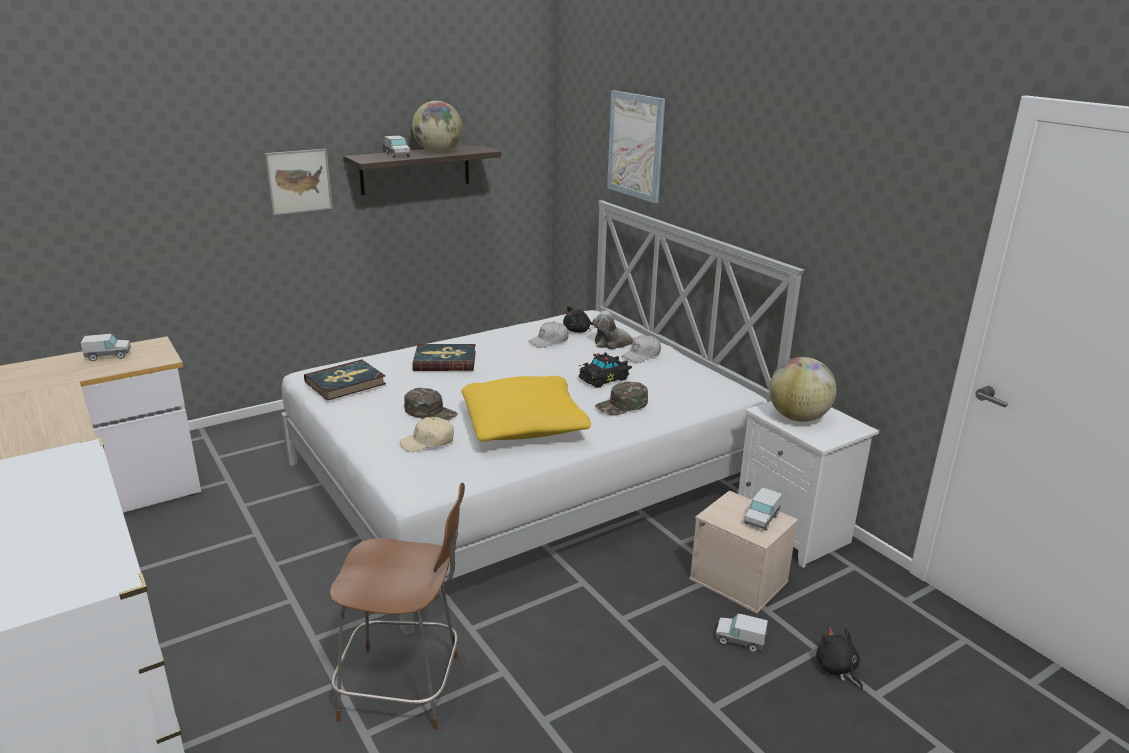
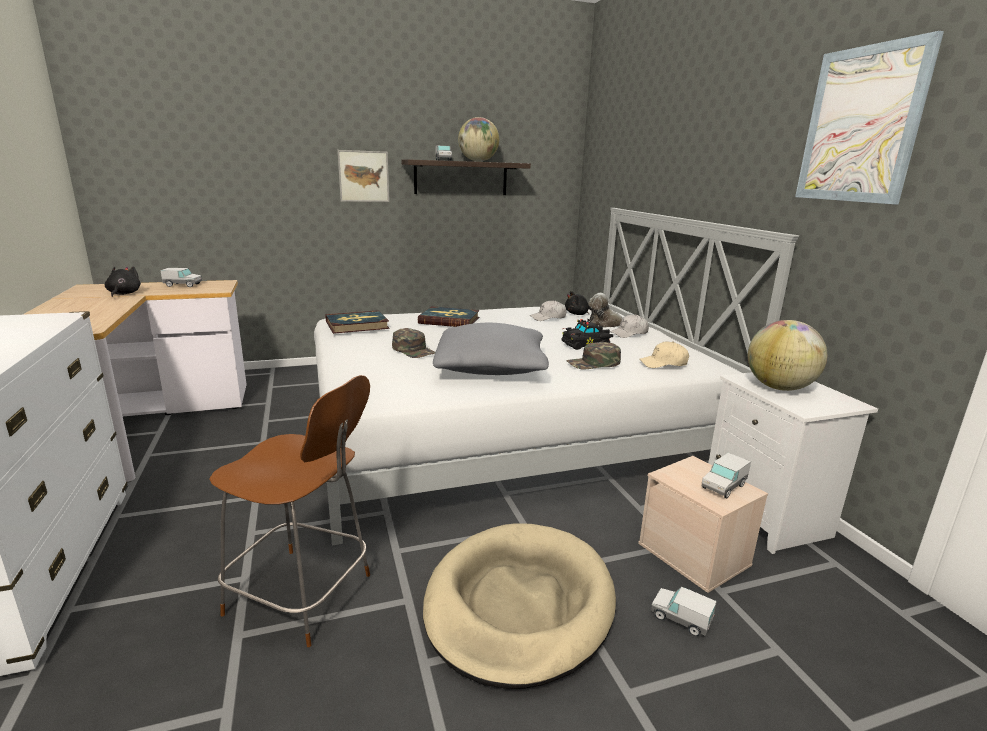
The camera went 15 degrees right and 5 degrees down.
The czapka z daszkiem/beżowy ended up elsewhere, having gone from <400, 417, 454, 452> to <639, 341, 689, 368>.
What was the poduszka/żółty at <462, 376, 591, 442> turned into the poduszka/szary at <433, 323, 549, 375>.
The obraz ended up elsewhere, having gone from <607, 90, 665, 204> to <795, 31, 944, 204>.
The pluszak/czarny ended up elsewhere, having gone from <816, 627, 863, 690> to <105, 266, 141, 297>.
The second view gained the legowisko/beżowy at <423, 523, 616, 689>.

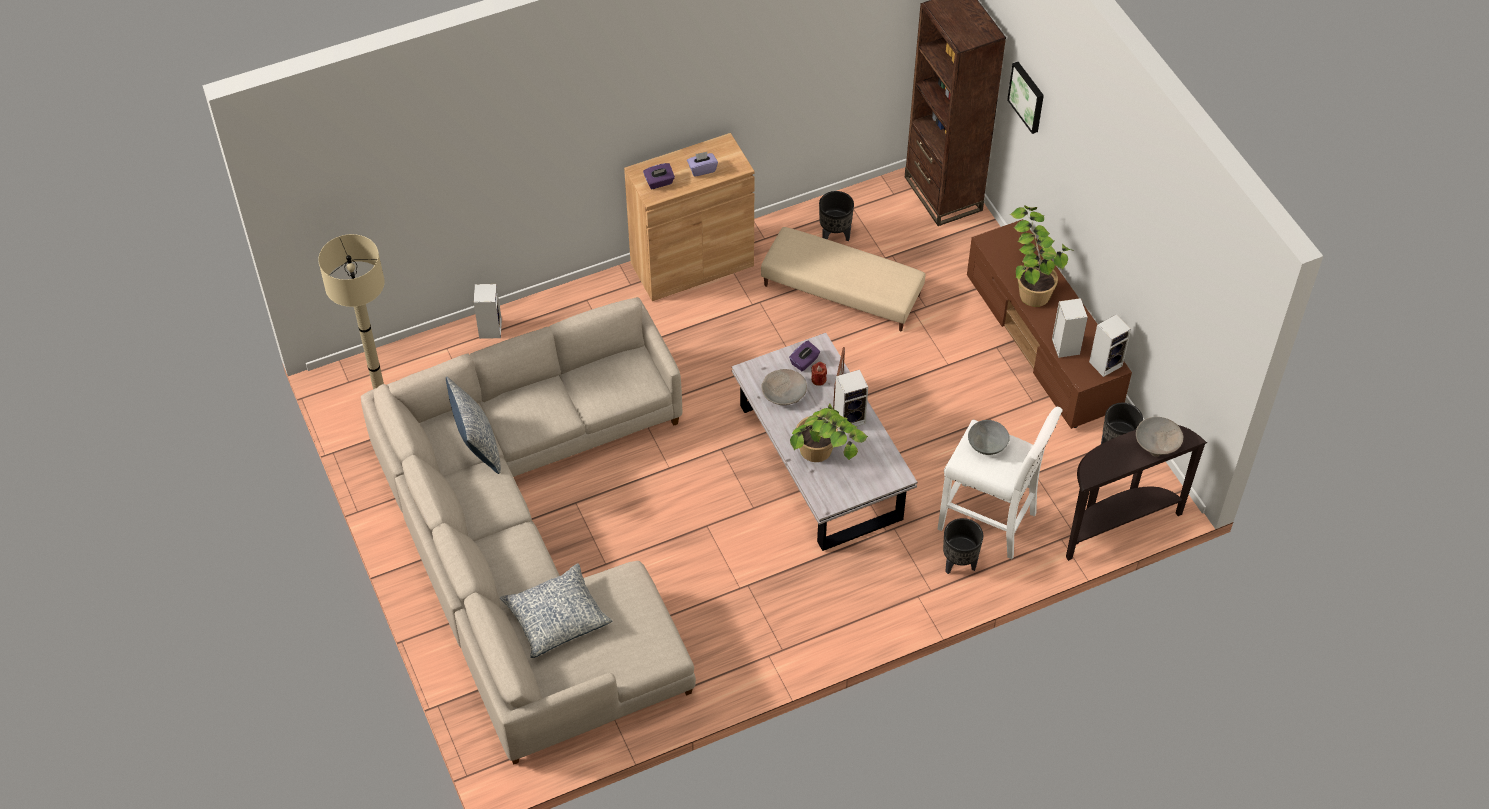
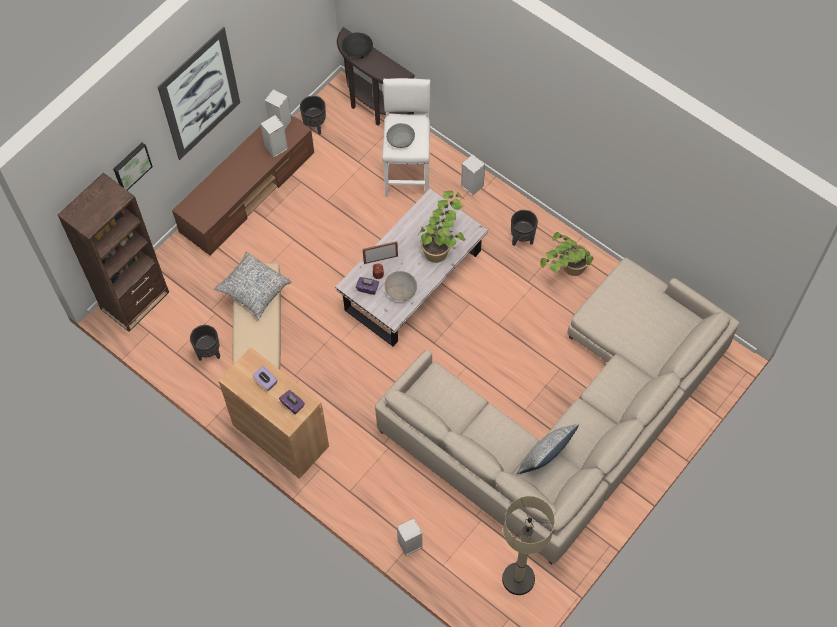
The camera went 115 degrees left and 10 degrees up.
The poduszka ended up elsewhere, having gone from <500, 563, 612, 658> to <214, 252, 292, 319>.
The głośnik ended up elsewhere, having gone from <834, 370, 868, 426> to <461, 154, 485, 195>.
The donica/czarny ended up elsewhere, having gone from <943, 518, 983, 574> to <511, 210, 538, 246>.
The roślina doniczkowa ended up elsewhere, having gone from <1009, 205, 1074, 307> to <540, 232, 593, 276>.
What was the miska/beżowy at <1136, 417, 1184, 457> turned into the miska/czarny at <342, 32, 373, 58>.
The second view gained the obraz at <157, 26, 240, 160>.

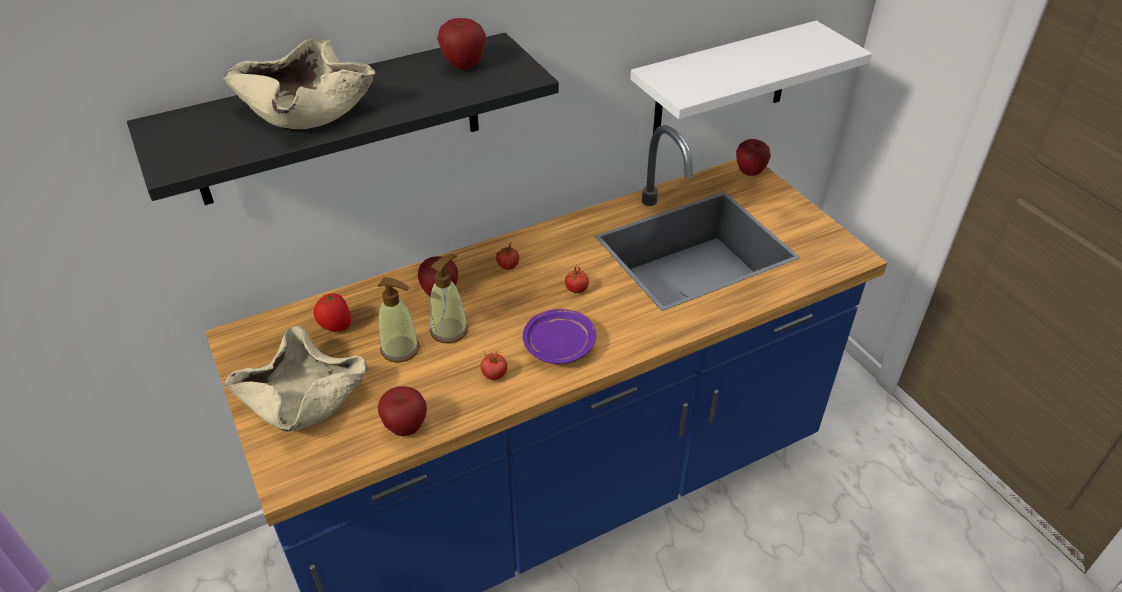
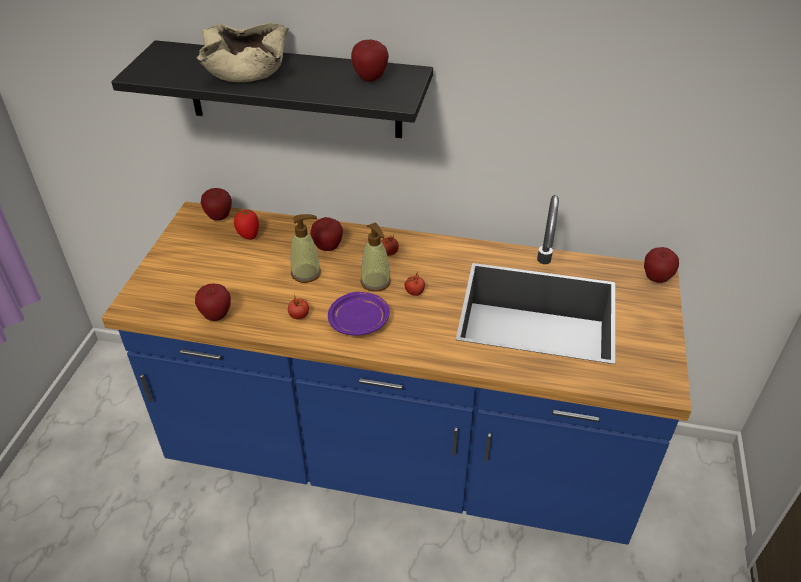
The camera went 40 degrees right and 0 degrees up.
The second view lost the miska/beżowy at <224, 326, 368, 432>.
The dozownik mydła ended up elsewhere, having gone from <378, 277, 420, 363> to <360, 223, 391, 292>.
The second view lost the półka/biały at <630, 21, 872, 133>.
The second view gained the jabłko at <201, 188, 232, 220>.

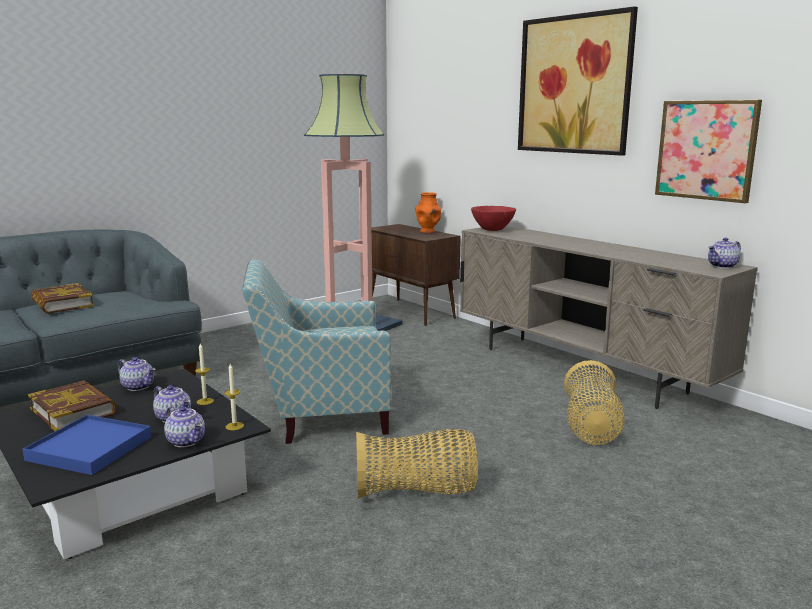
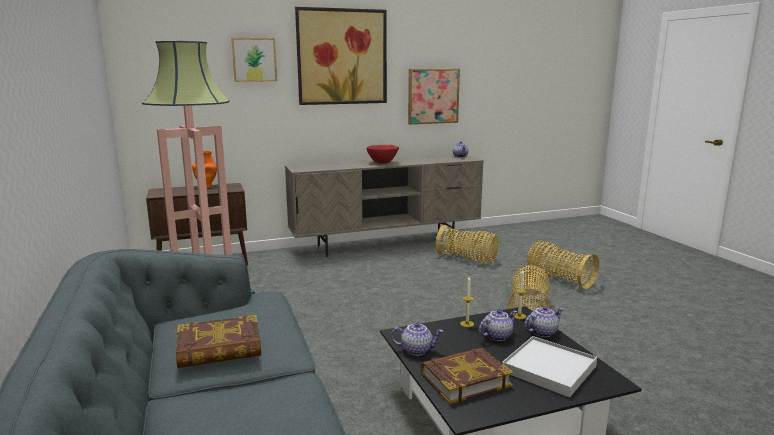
The camera went 70 degrees left and 0 degrees up.
What was the taca/niebieski at <22, 415, 151, 475> turned into the taca/biały at <502, 336, 597, 397>.
The imbryk at <117, 357, 156, 391> ended up facing another way, 45 degrees clockwise from before.
The second view lost the fotel at <242, 259, 391, 444>.
The miska/czerwony ended up elsewhere, having gone from <471, 206, 516, 231> to <366, 145, 399, 164>.
The second view gained the obraz at <231, 38, 277, 82>.
The second view gained the koszyk at <527, 241, 599, 289>.

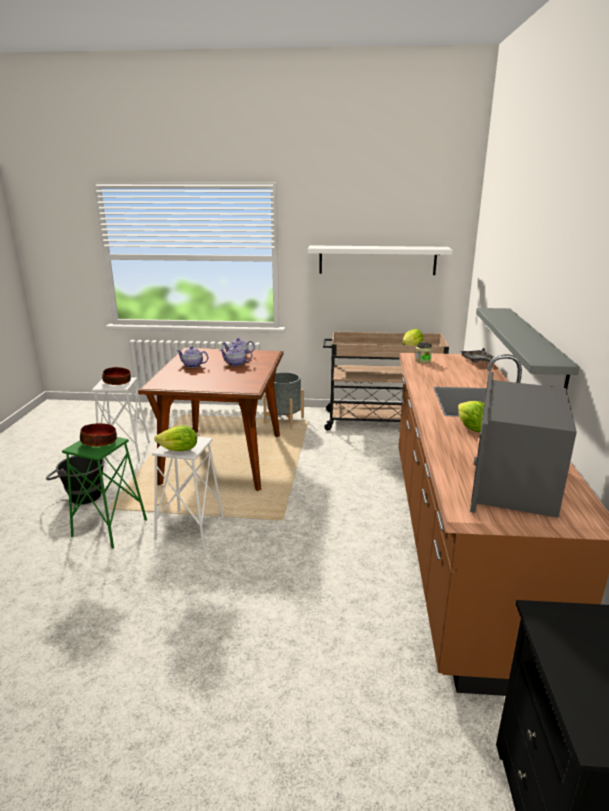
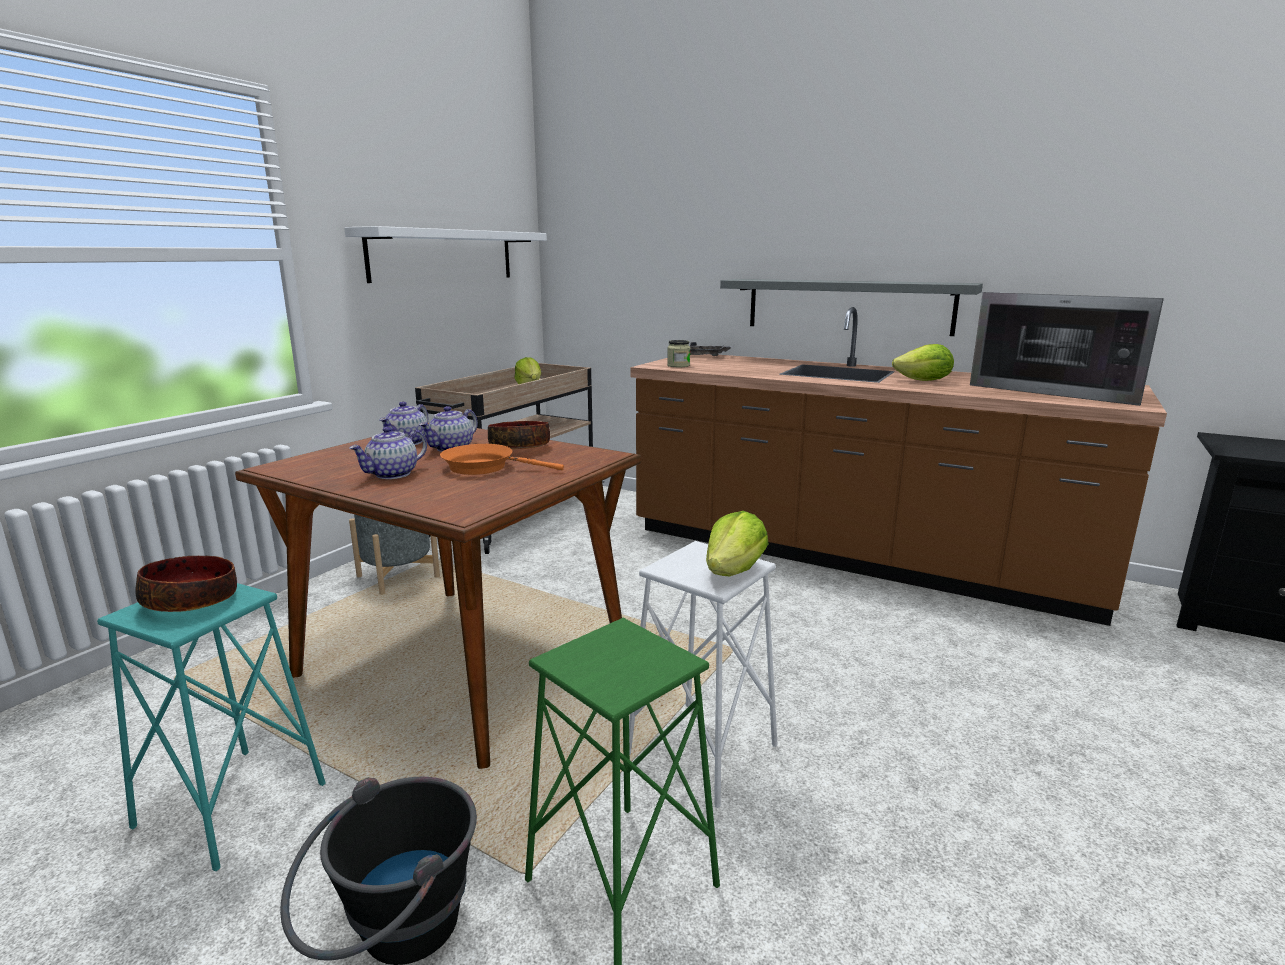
The camera went 65 degrees left and 5 degrees down.
The miska ended up elsewhere, having gone from <80, 423, 117, 447> to <488, 421, 550, 449>.
What was the stołek/biały at <92, 377, 150, 461> turned into the stołek/turkusowy at <97, 583, 325, 871>.
The second view gained the patelnia/pomarańczowy at <440, 444, 564, 475>.

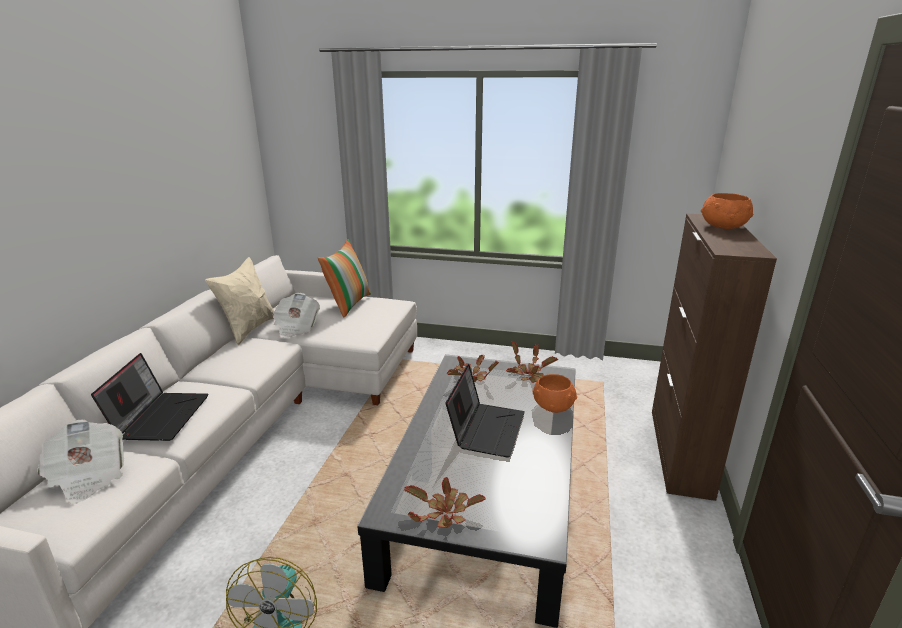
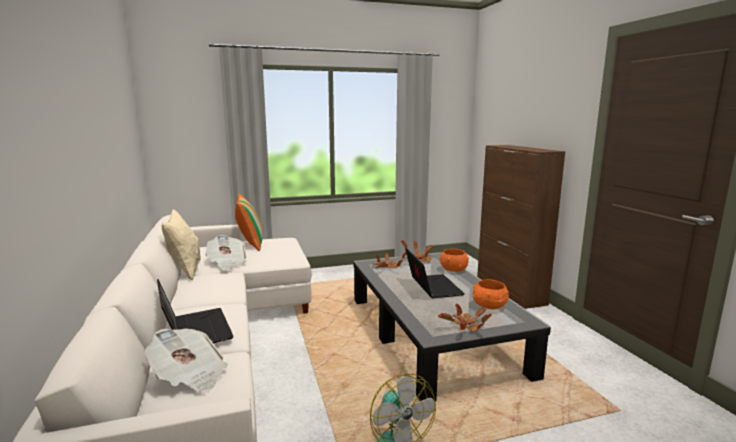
The camera went 30 degrees left and 10 degrees down.
The miska/pomarańczowy ended up elsewhere, having gone from <701, 193, 753, 229> to <473, 280, 509, 309>.

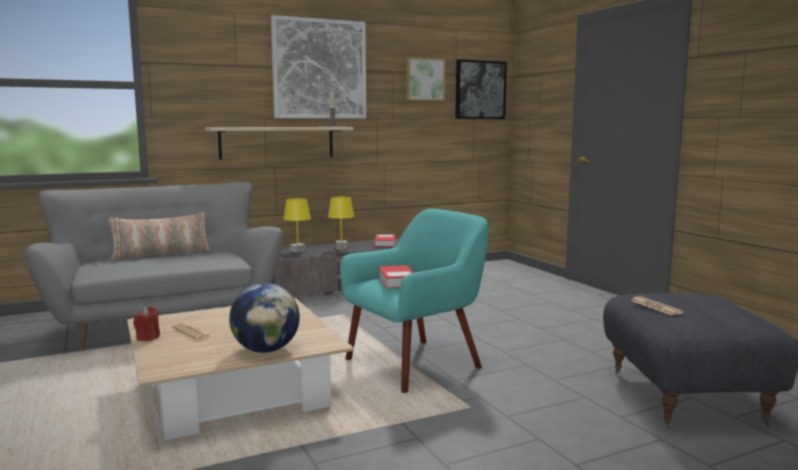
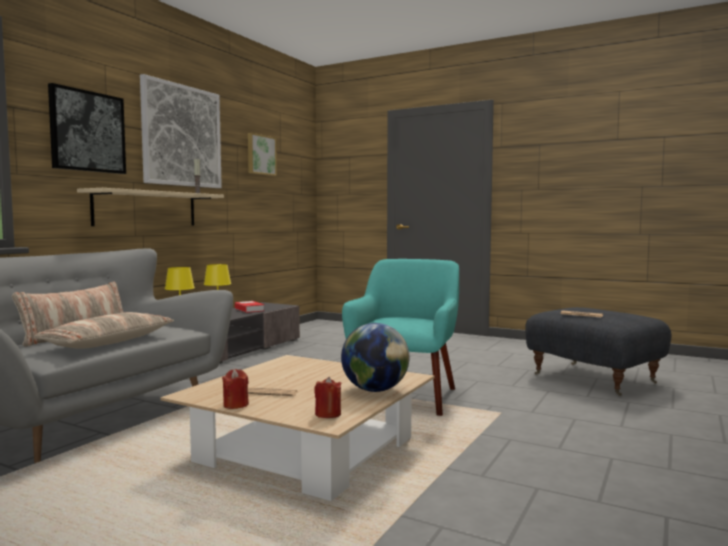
The camera went 35 degrees left and 5 degrees down.
The second view lost the książka at <379, 265, 414, 289>.
The obraz ended up elsewhere, having gone from <455, 59, 507, 119> to <48, 83, 126, 174>.
The second view gained the poduszka at <34, 312, 174, 349>.
The second view gained the świeca/czerwony at <314, 377, 342, 418>.

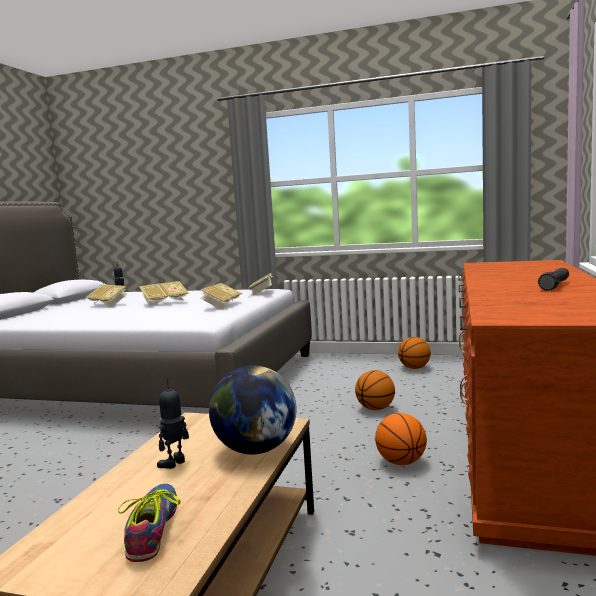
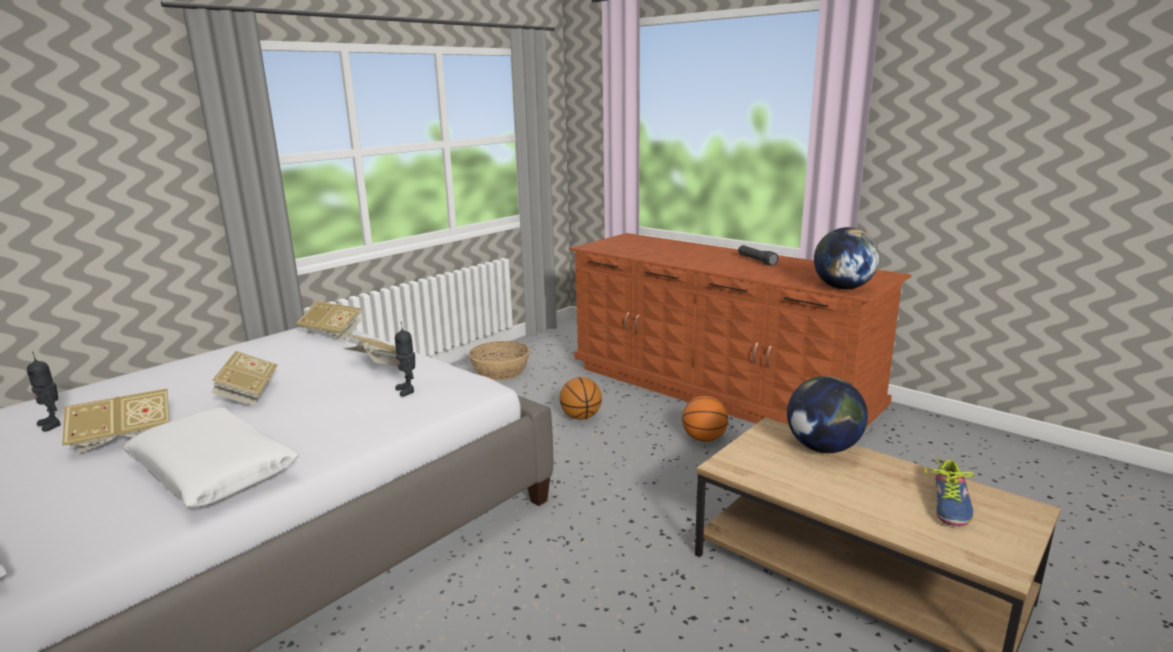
The camera went 65 degrees left and 10 degrees up.
The but at <118, 484, 181, 562> ended up facing another way, 90 degrees counterclockwise from before.
The robot zabawkowy ended up elsewhere, having gone from <157, 378, 189, 469> to <395, 322, 415, 397>.
Where the piłka do koszykówki stood at <398, 337, 431, 369>, the koszyk came to stand at <469, 341, 530, 381>.
The second view gained the poduszka/biały at <122, 407, 299, 508>.
The second view gained the globus at <814, 227, 880, 289>.

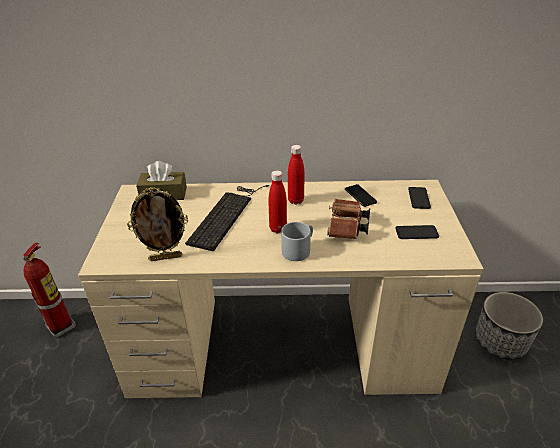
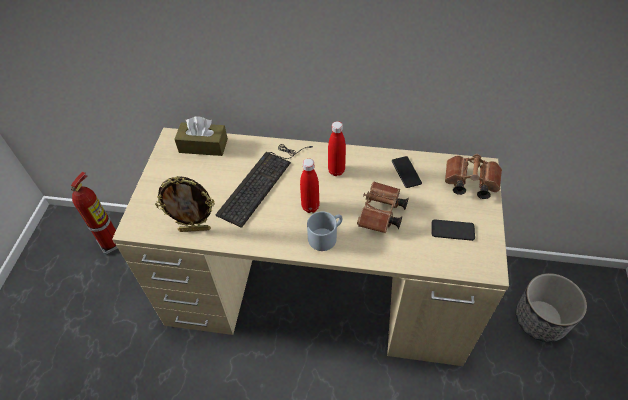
The camera went 10 degrees right and 15 degrees up.
Where the telefon stood at <408, 187, 431, 209>, the lornetka/brązowy came to stand at <445, 154, 502, 199>.

